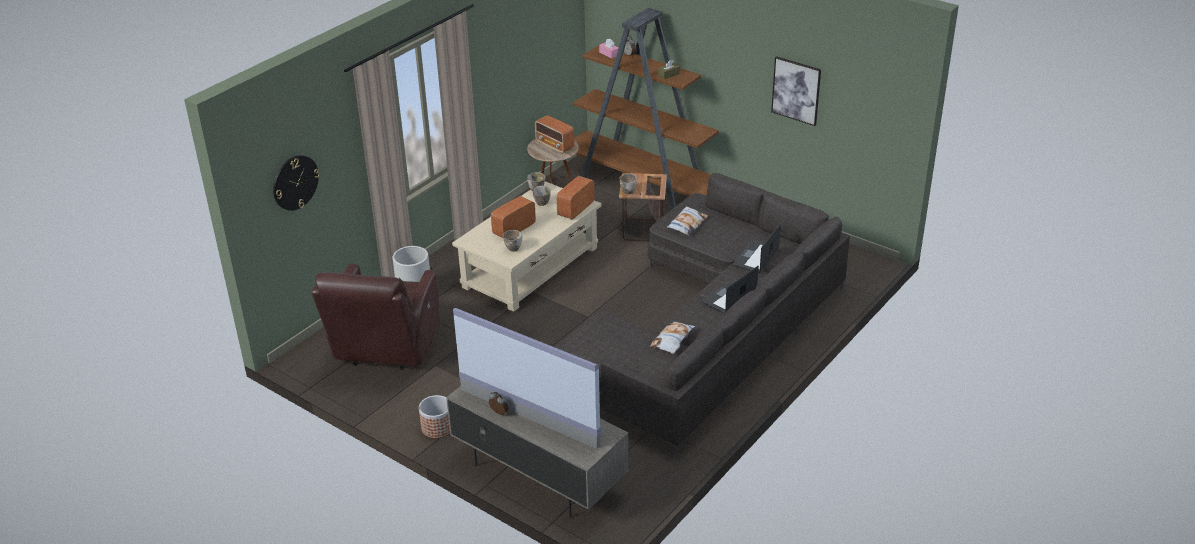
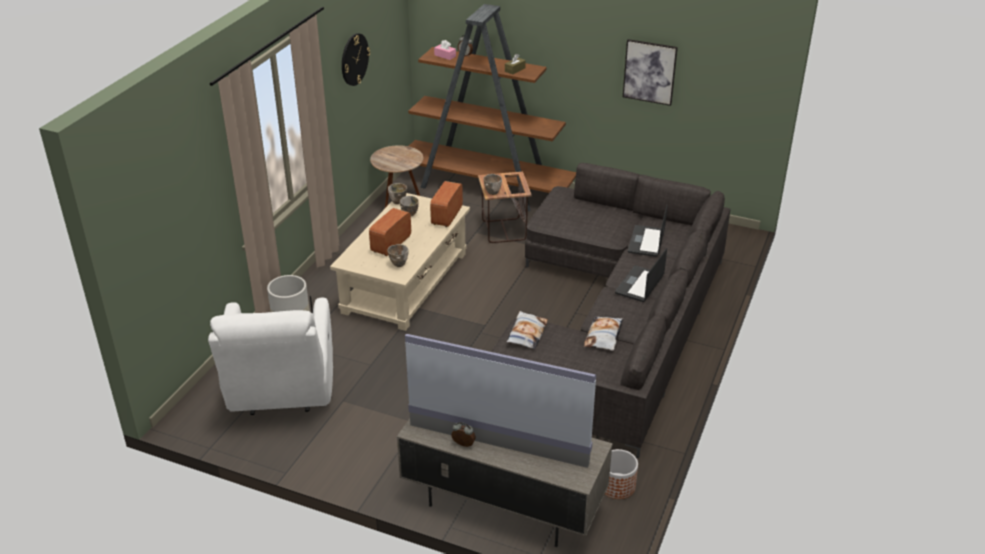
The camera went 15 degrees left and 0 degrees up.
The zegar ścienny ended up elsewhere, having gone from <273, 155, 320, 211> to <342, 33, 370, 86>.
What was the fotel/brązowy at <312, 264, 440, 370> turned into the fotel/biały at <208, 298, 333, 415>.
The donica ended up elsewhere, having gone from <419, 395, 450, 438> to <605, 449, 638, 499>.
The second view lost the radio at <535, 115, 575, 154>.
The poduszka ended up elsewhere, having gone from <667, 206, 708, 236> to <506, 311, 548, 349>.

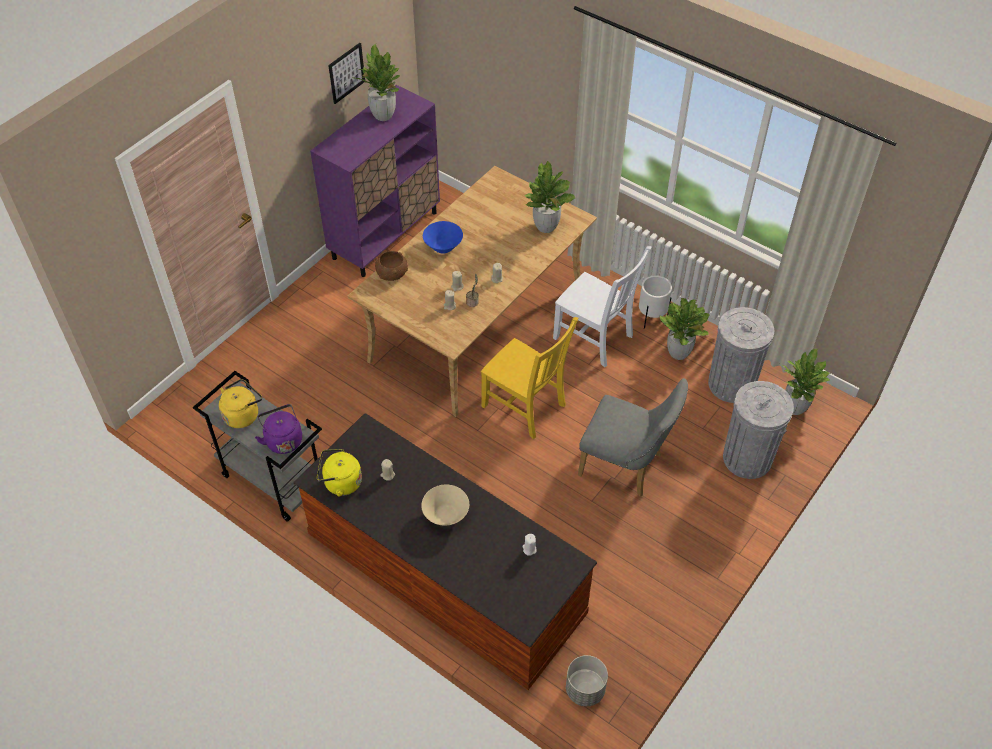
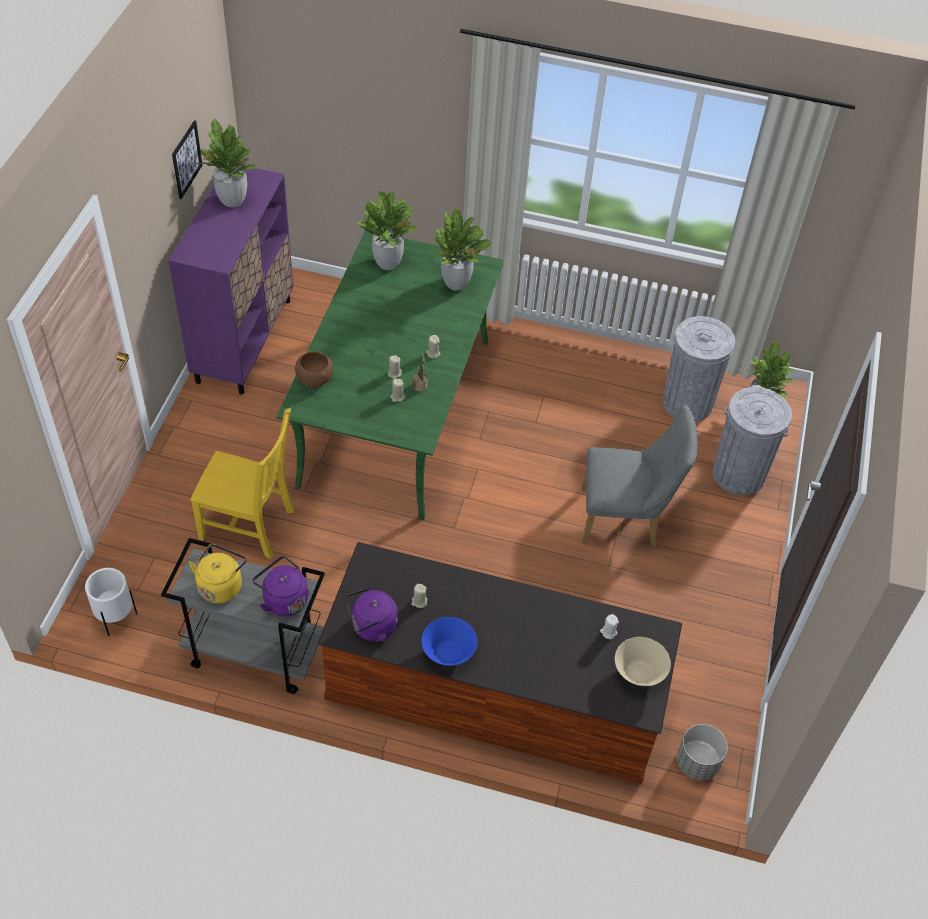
The camera went 25 degrees left and 0 degrees up.
What was the czajnik/żółty at <317, 449, 362, 496> turned into the czajnik/fioletowy at <345, 588, 397, 642>.
What was the stół jadalny/beżowy at <348, 166, 597, 417> turned into the stół jadalny/zielony at <276, 231, 504, 520>.
The miska/beżowy ended up elsewhere, having gone from <421, 485, 469, 526> to <615, 637, 671, 686>.
The miska/niebieski ended up elsewhere, having gone from <423, 221, 463, 253> to <421, 617, 477, 666>.
The krzesło/żółty ended up elsewhere, having gone from <481, 317, 578, 439> to <190, 408, 294, 559>.
The second view lost the krzesło/biały at <553, 246, 651, 367>.
The donica/biały ended up elsewhere, having gone from <639, 276, 672, 329> to <85, 568, 137, 636>.
The roślina doniczkowa ended up elsewhere, having gone from <660, 298, 710, 360> to <357, 192, 418, 270>.

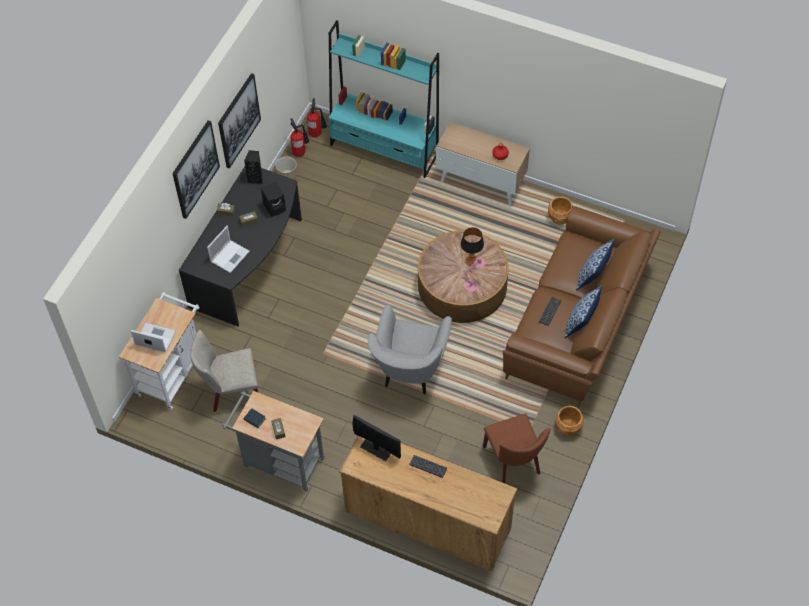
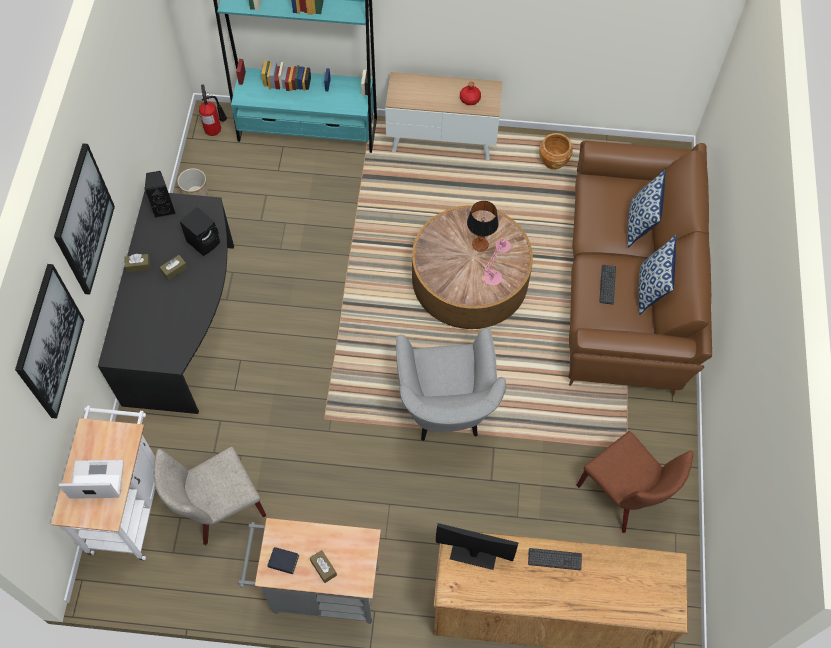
The camera went 20 degrees left and 5 degrees up.
The second view lost the laptop at <207, 226, 250, 273>.
The obraz ended up elsewhere, having gone from <218, 73, 261, 169> to <15, 264, 84, 419>.
The second view lost the gaśnica at <290, 118, 309, 157>.
The second view lost the donica/brązowy at <555, 406, 584, 436>.

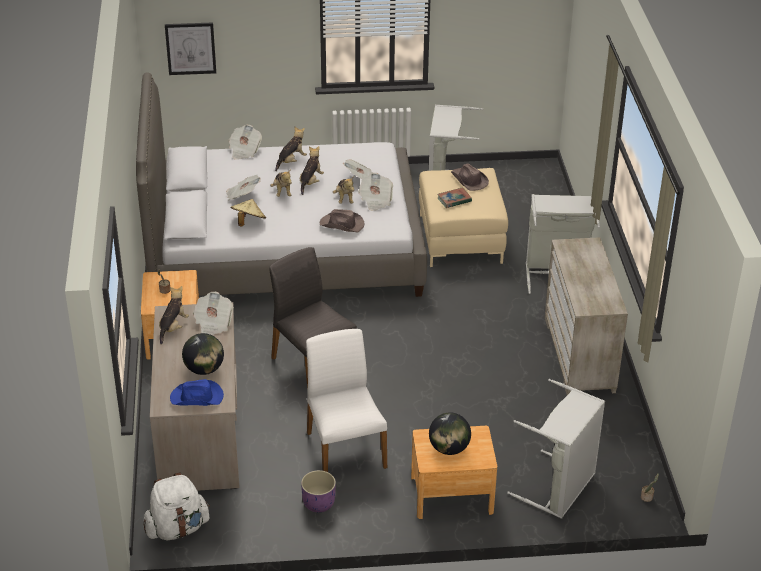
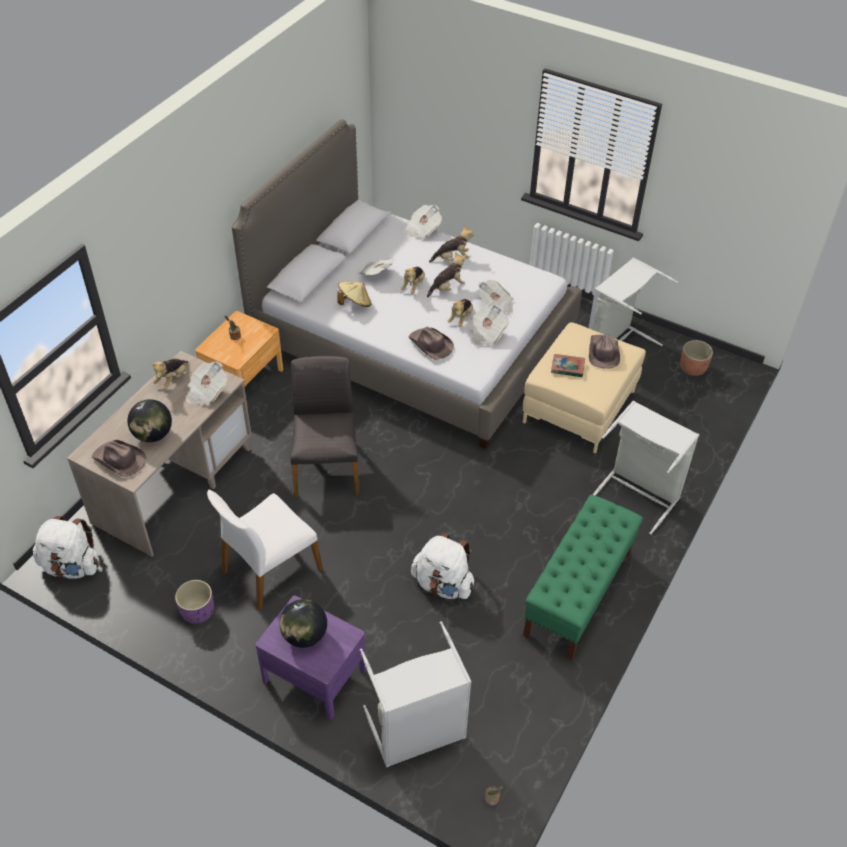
The camera went 35 degrees right and 10 degrees up.
The pluszak at <159, 286, 189, 345> ended up facing another way, 150 degrees clockwise from before.
The second view lost the obraz at <165, 22, 216, 75>.
What was the kapelusz/niebieski at <170, 379, 224, 406> turned into the kapelusz/brązowy at <92, 440, 146, 477>.
The krzesło/biały at <306, 329, 387, 472> ended up facing another way, 150 degrees counterclockwise from before.
What was the szafka nocna/brązowy at <411, 426, 497, 519> turned into the szafka nocna/fioletowy at <255, 596, 366, 720>.
Where the komoda/beżowy stood at <545, 237, 628, 395>, the ławka/zielony came to stand at <523, 494, 643, 660>.
The second view gained the plecak/biały at <411, 533, 475, 599>.
The second view gained the donica at <680, 340, 713, 376>.

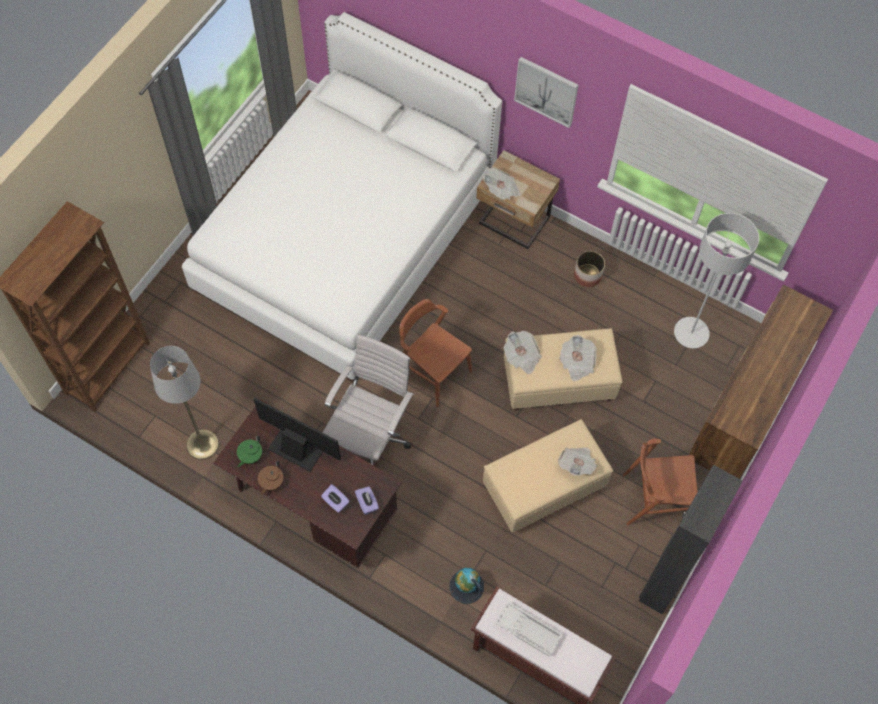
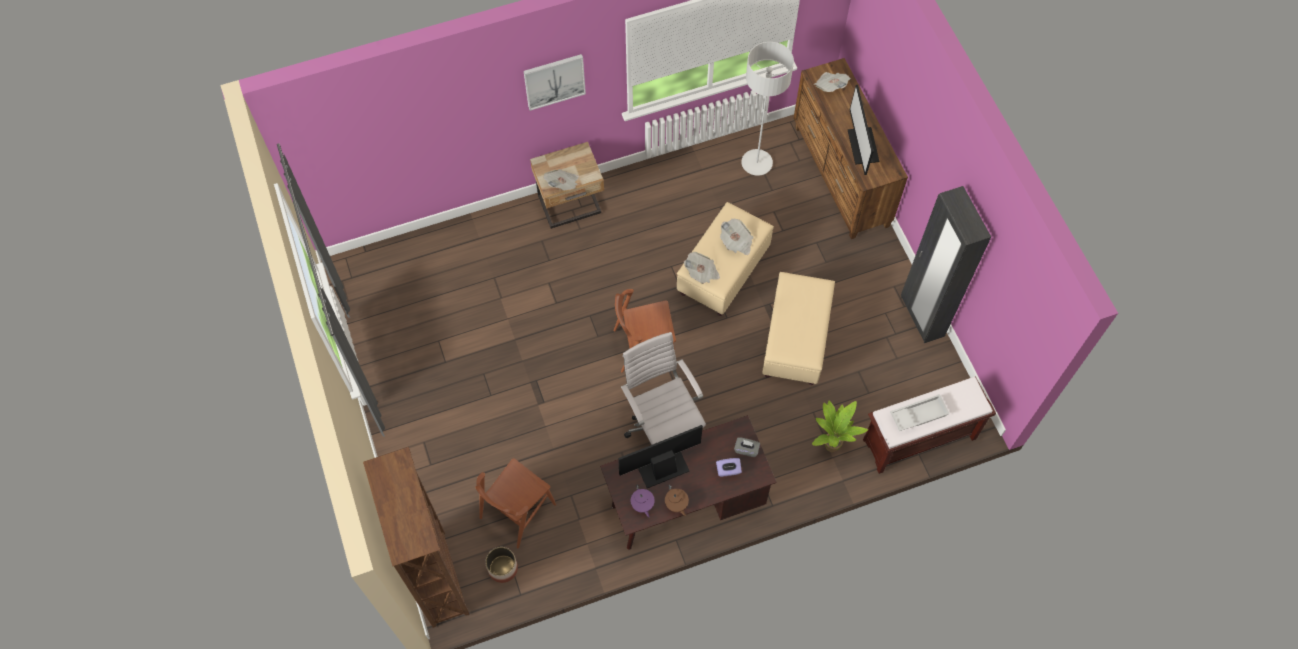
The camera went 50 degrees left and 0 degrees up.
The second view lost the lampa stojąca/szary at <150, 346, 219, 460>.
The second view lost the łóżko/biały at <182, 12, 502, 382>.
What was the imbryk/zielony at <237, 436, 262, 467> turned into the imbryk/fioletowy at <631, 484, 655, 518>.
What was the pudełko chusteczek/fioletowy at <355, 487, 379, 515> turned into the pudełko chusteczek/szary at <734, 437, 760, 457>.
Where the globus stood at <450, 568, 484, 604>, the roślina doniczkowa came to stand at <812, 400, 868, 452>.
The gazeta ended up elsewhere, having gone from <558, 448, 597, 476> to <814, 72, 851, 92>.
The donica ended up elsewhere, having gone from <574, 251, 605, 287> to <485, 547, 518, 583>.
The krzesło/brązowy ended up elsewhere, having gone from <623, 439, 698, 525> to <475, 458, 556, 548>.
The second view gained the monitor at <848, 85, 879, 175>.

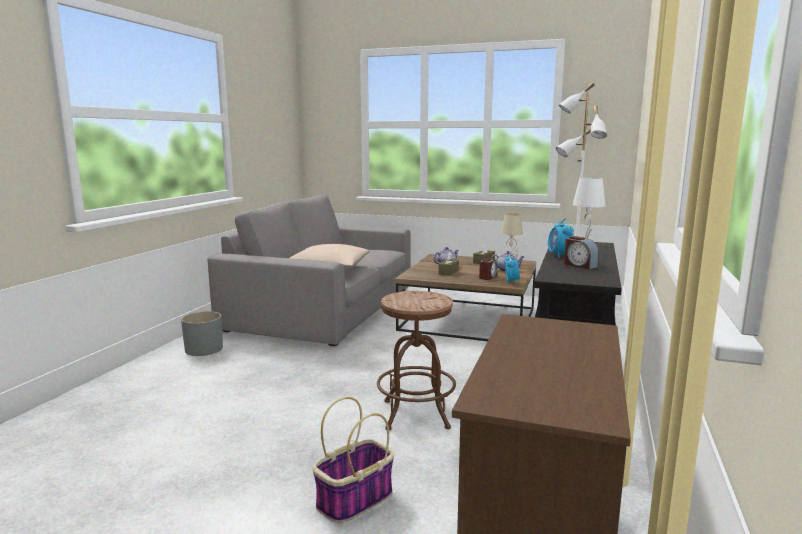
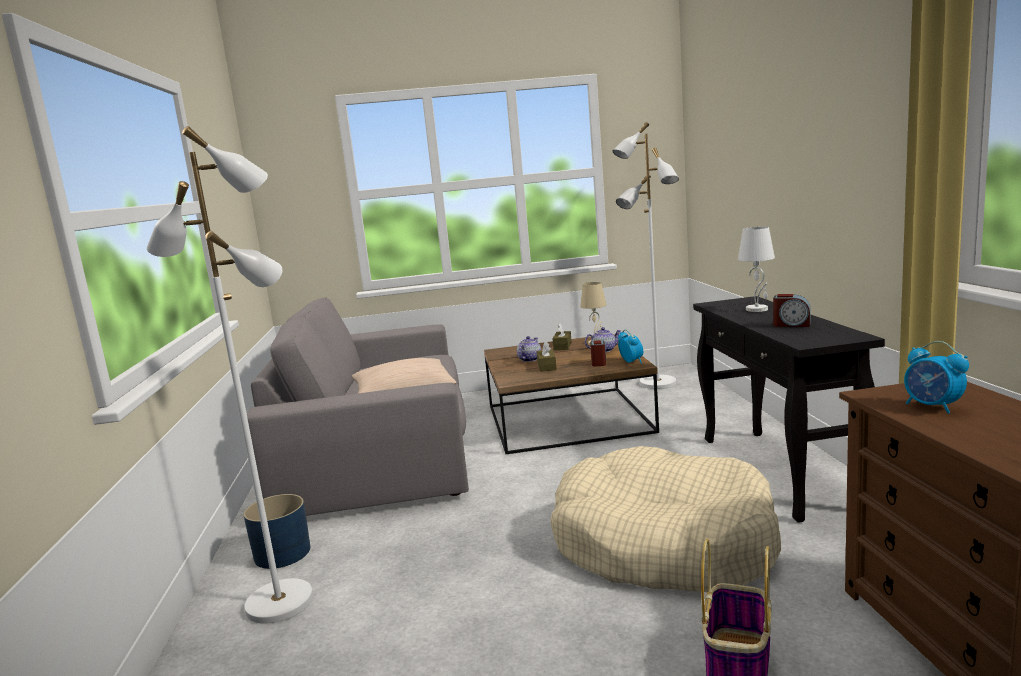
The camera went 25 degrees left and 0 degrees up.
What was the donica/szary at <181, 311, 223, 356> turned into the donica/niebieski at <244, 494, 310, 569>.
Where the stołek/brązowy stood at <377, 291, 456, 430>, the legowisko/beżowy came to stand at <550, 446, 781, 592>.
The budzik ended up elsewhere, having gone from <548, 218, 574, 258> to <904, 341, 969, 414>.
The second view gained the lampa stojąca/biały at <147, 126, 313, 624>.

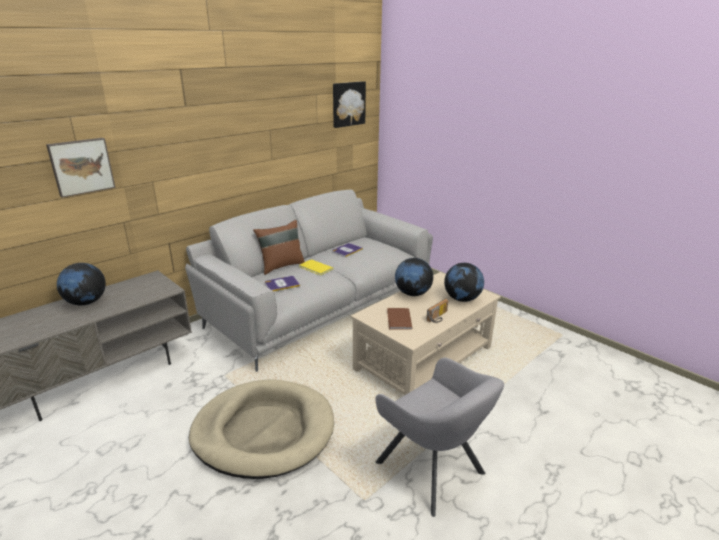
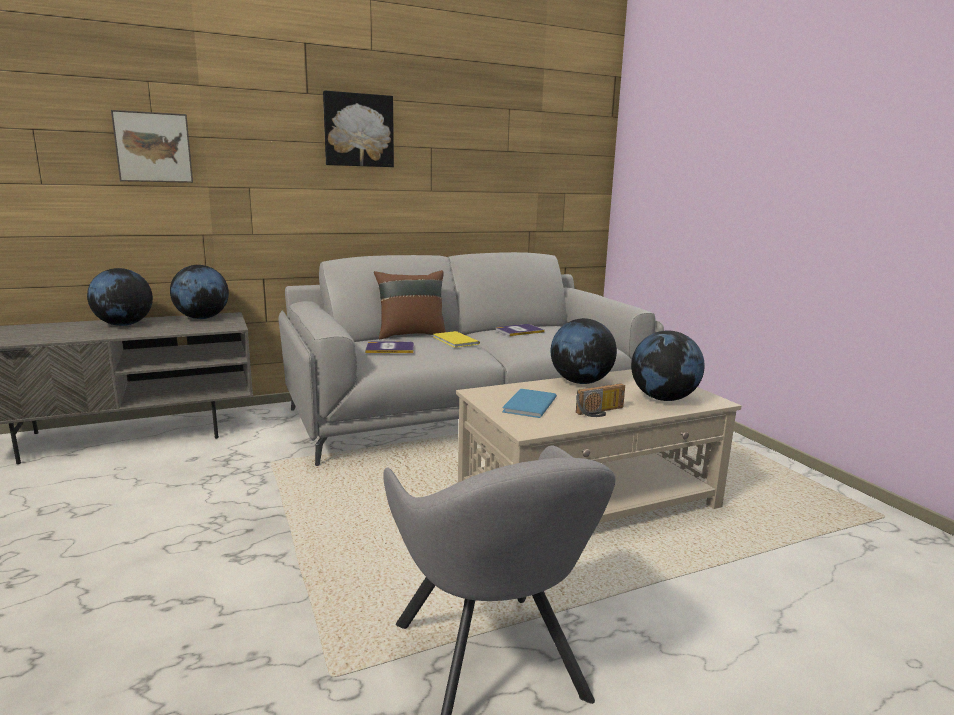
The camera went 20 degrees right and 10 degrees down.
The second view lost the legowisko/beżowy at <189, 379, 334, 479>.
The obraz ended up elsewhere, having gone from <333, 81, 366, 128> to <323, 91, 394, 167>.
What was the książka/brązowy at <387, 308, 413, 330> turned into the książka/niebieski at <502, 389, 557, 418>.
The second view gained the globus at <170, 265, 229, 319>.

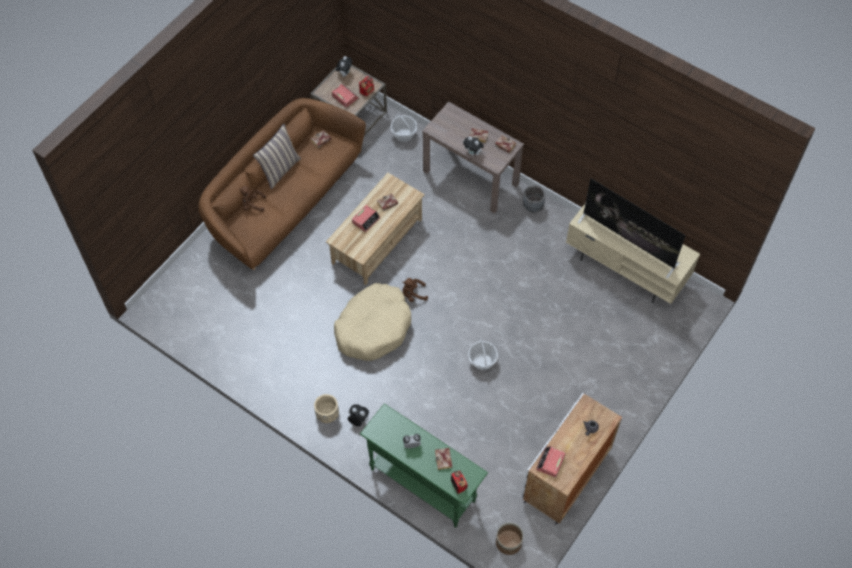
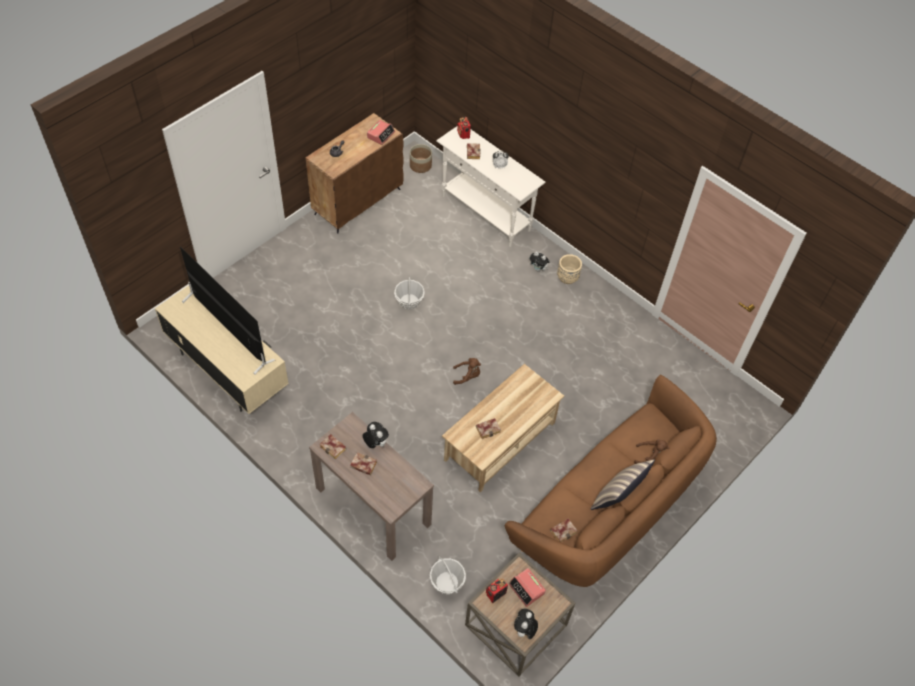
The camera went 175 degrees left and 5 degrees down.
The second view lost the legowisko/beżowy at <334, 283, 411, 361>.
The second view lost the budzik at <352, 205, 380, 232>.
What was the stolik konsolowy/zielony at <360, 404, 488, 528> turned into the stolik konsolowy/biały at <436, 126, 546, 247>.
What was the szafka/biały at <521, 392, 622, 525> turned into the szafka/brązowy at <306, 113, 403, 234>.
The second view lost the donica/szary at <523, 185, 545, 213>.

